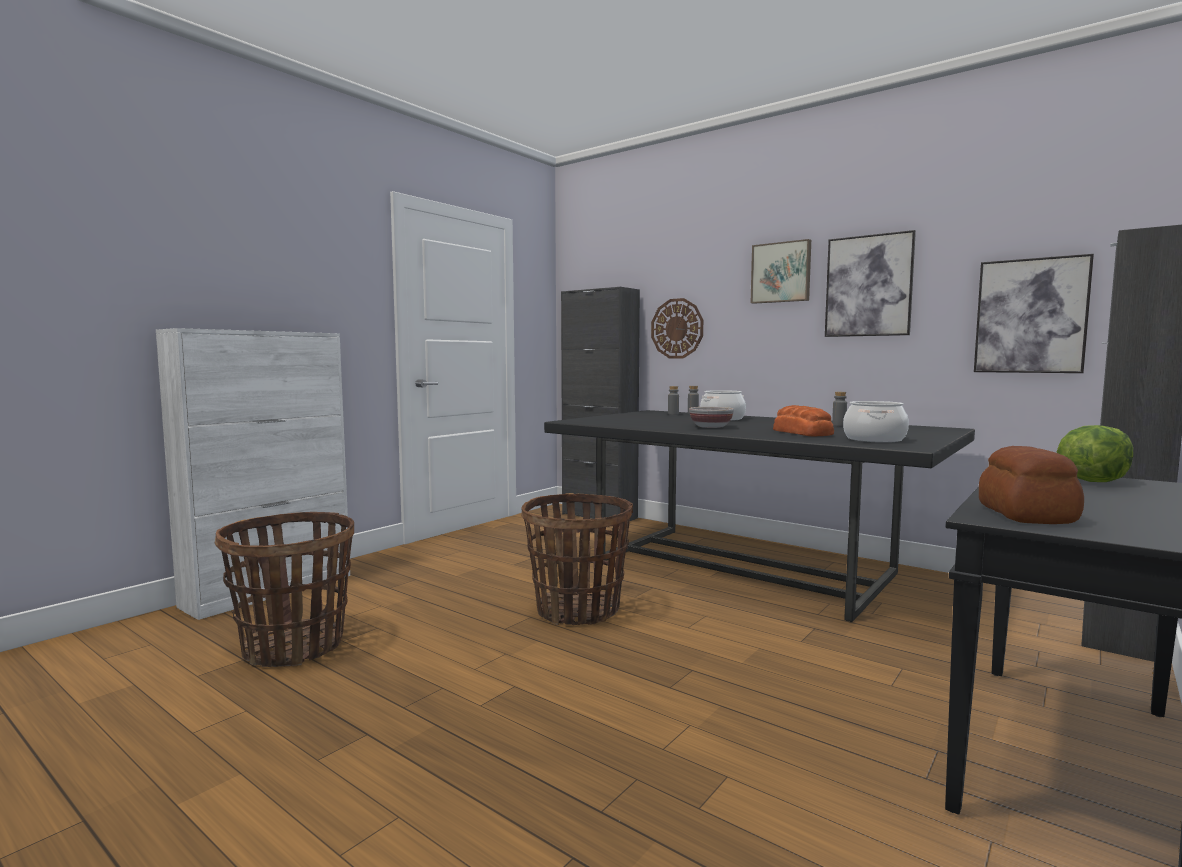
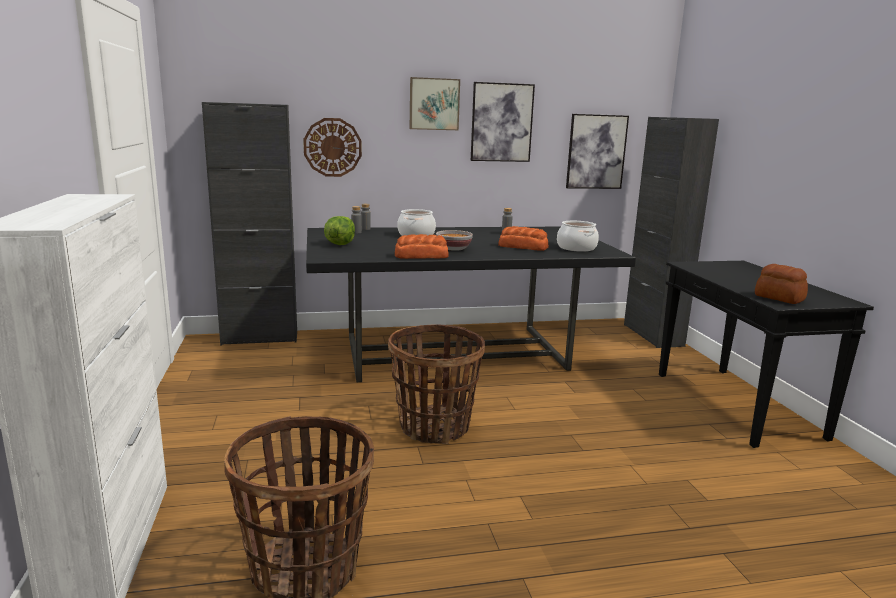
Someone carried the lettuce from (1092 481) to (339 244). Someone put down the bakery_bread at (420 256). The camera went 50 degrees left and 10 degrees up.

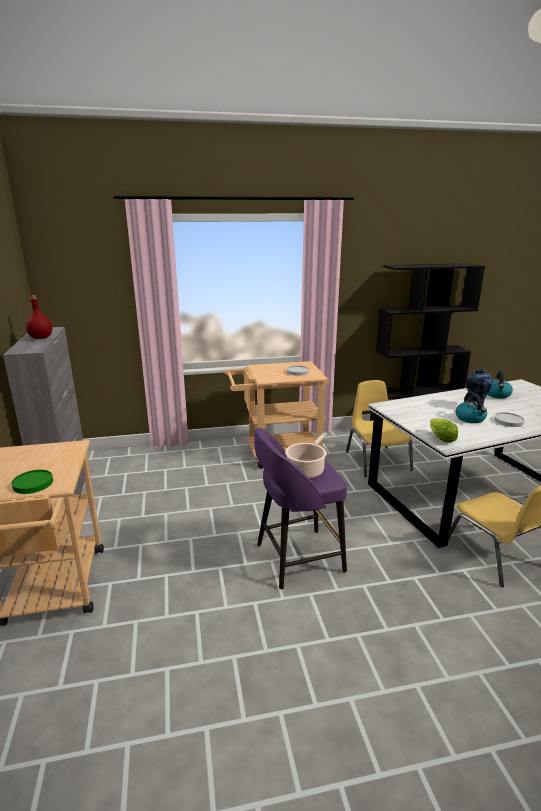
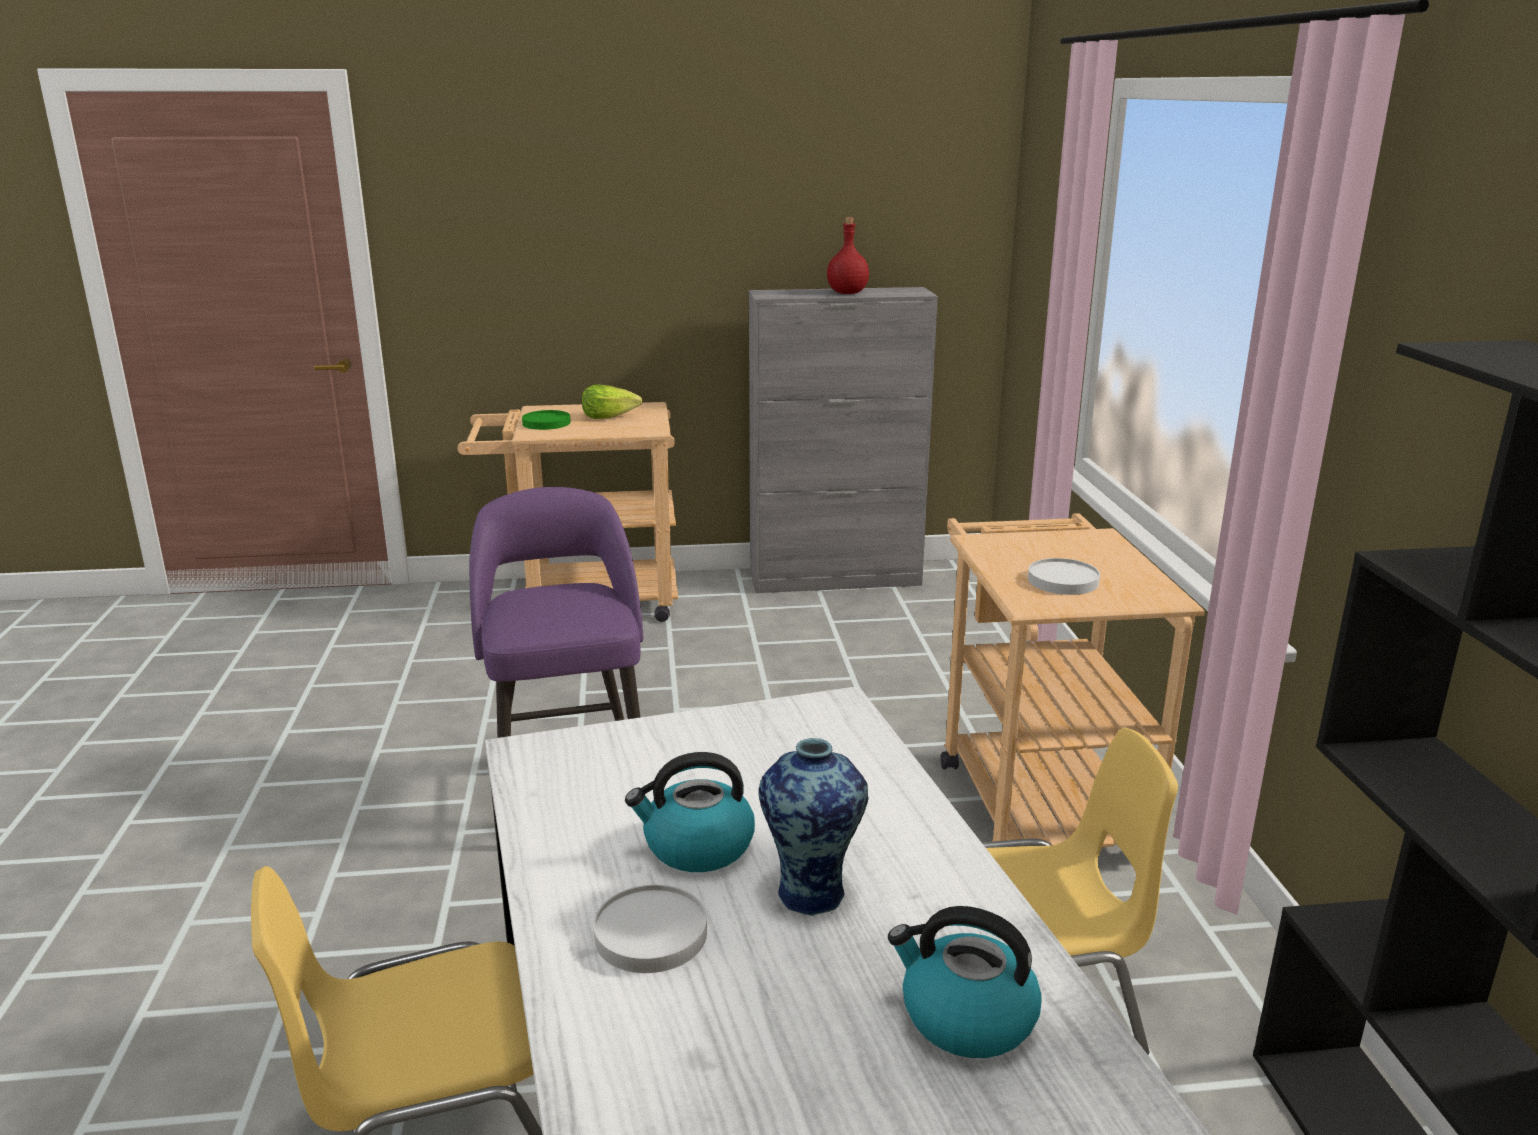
Someone carried the lettuce from (440 438) to (609 417). Someone took away the cooking_pot at (306 470). The camera went 95 degrees right and 0 degrees up.

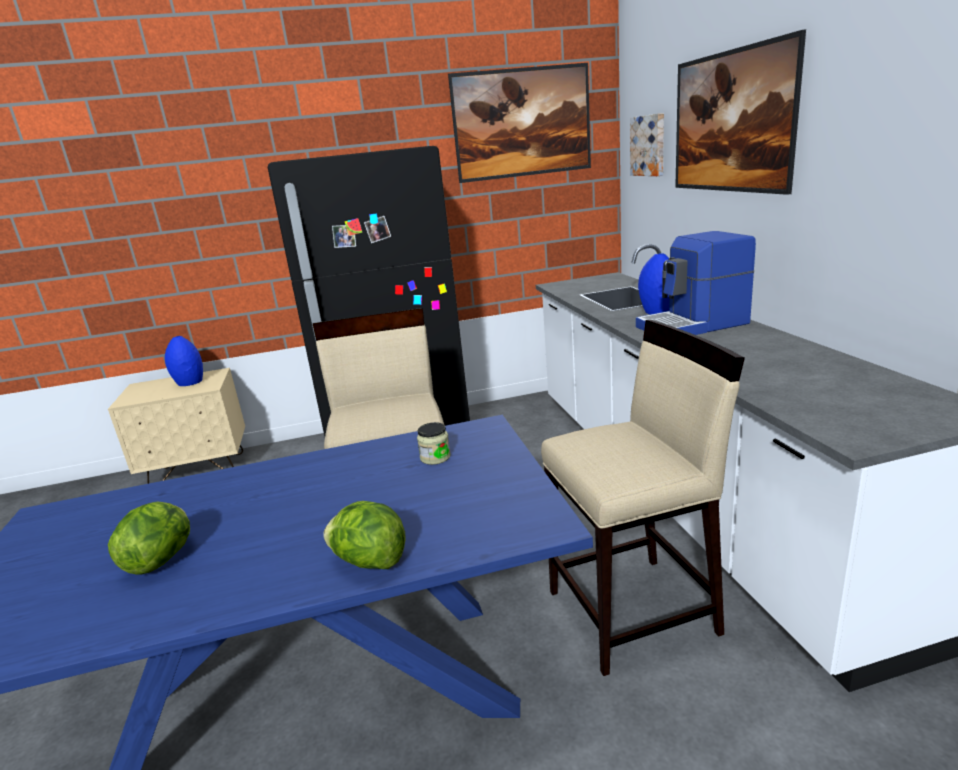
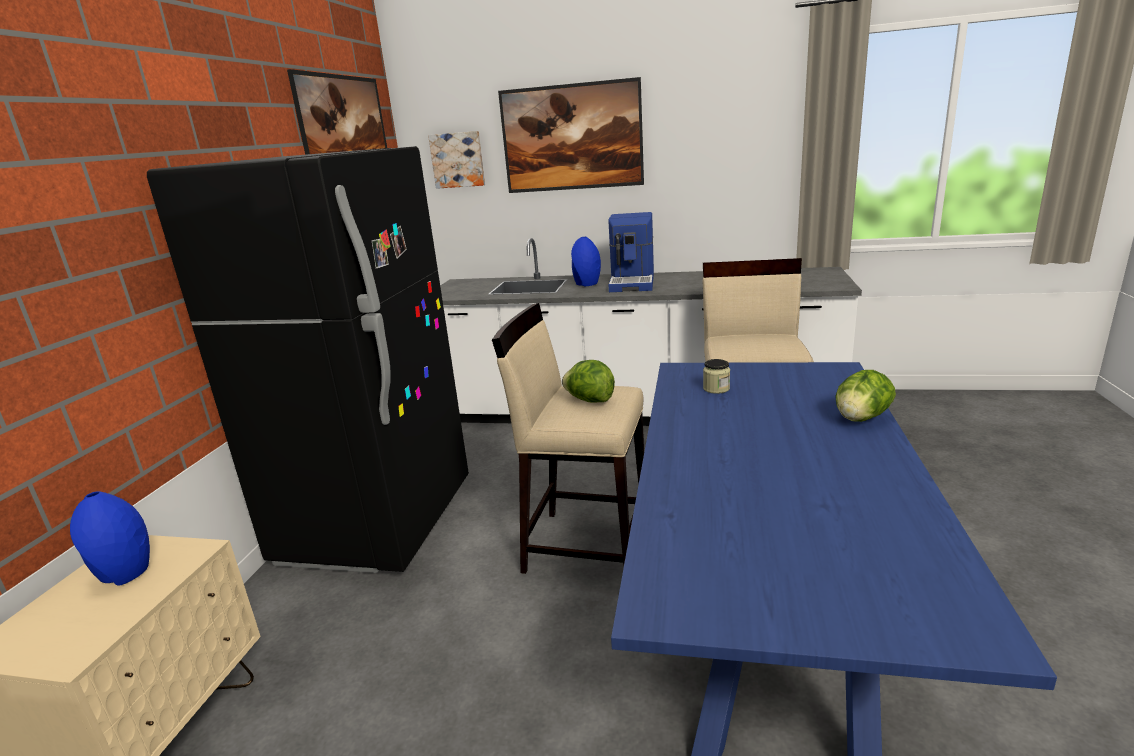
Someone carried the lettuce from (162 559) to (589 400). The camera went 65 degrees left and 0 degrees up.

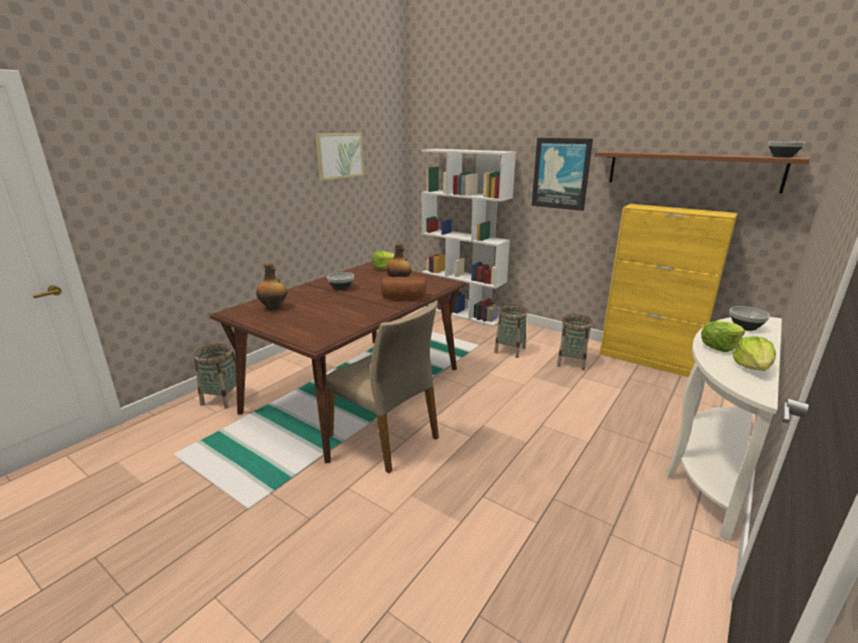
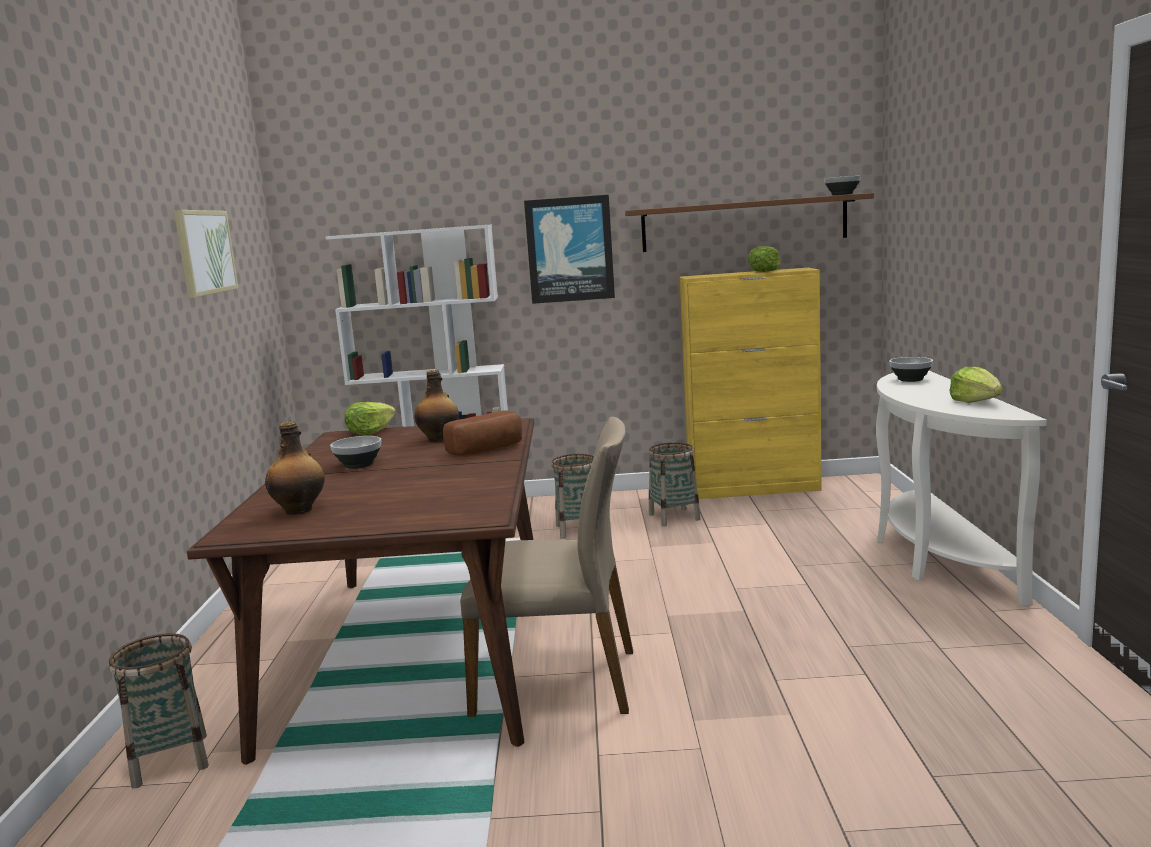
Someone carried the lettuce from (719 346) to (765 271). The camera went 35 degrees left and 10 degrees down.

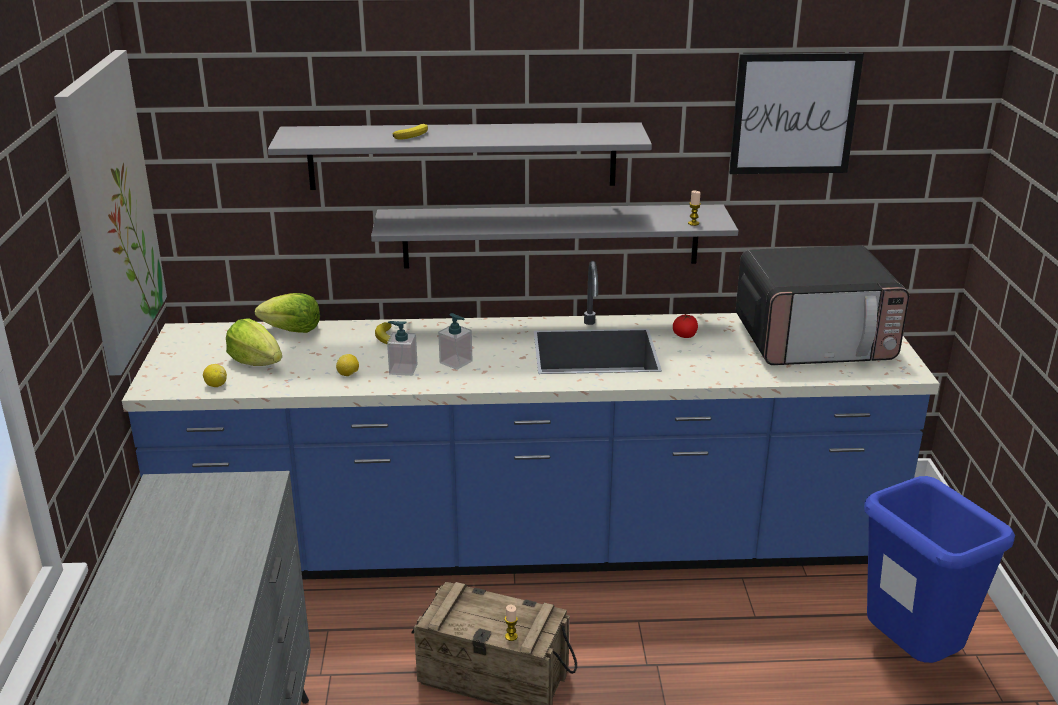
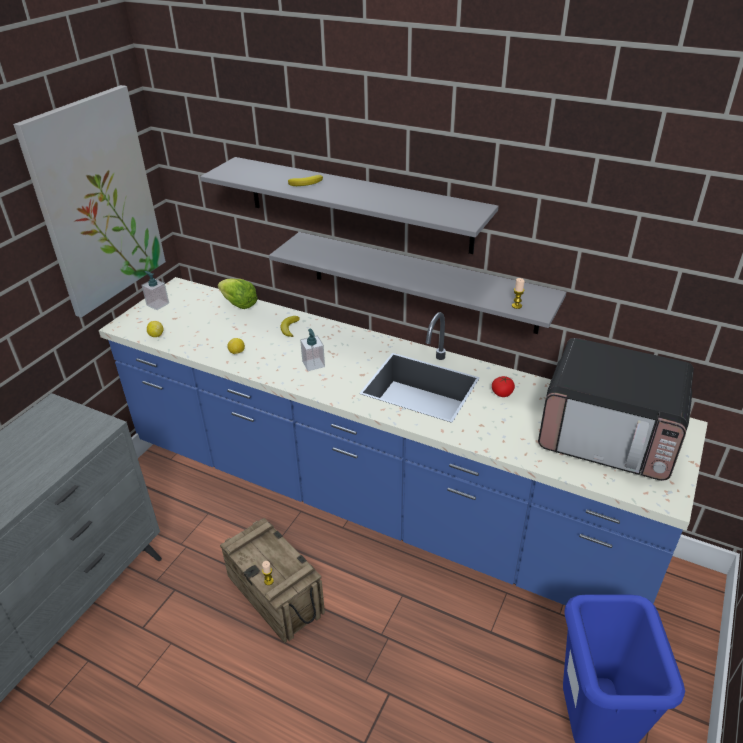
Someone took away the wall_art at (794 114). Someone took away the lettuce at (256 362). Someone carried the soap_bottle from (403 369) to (157 304). The camera went 30 degrees right and 10 degrees up.

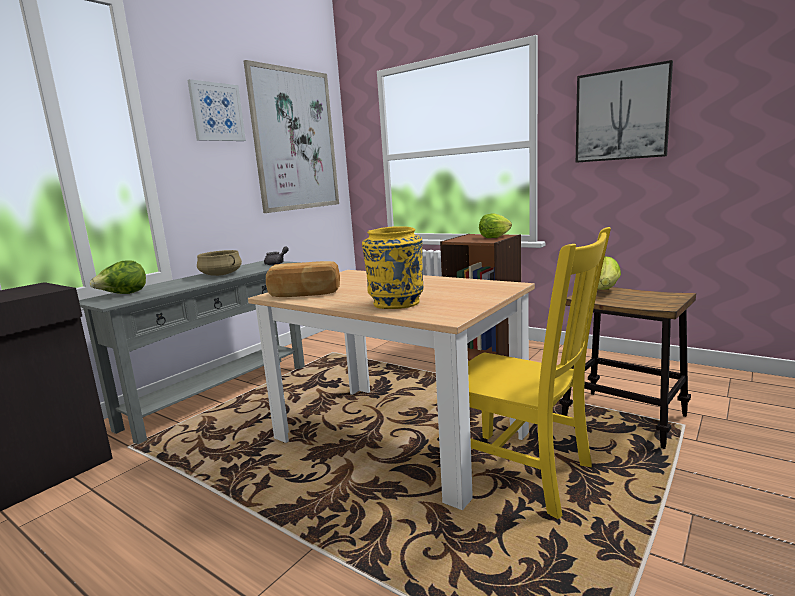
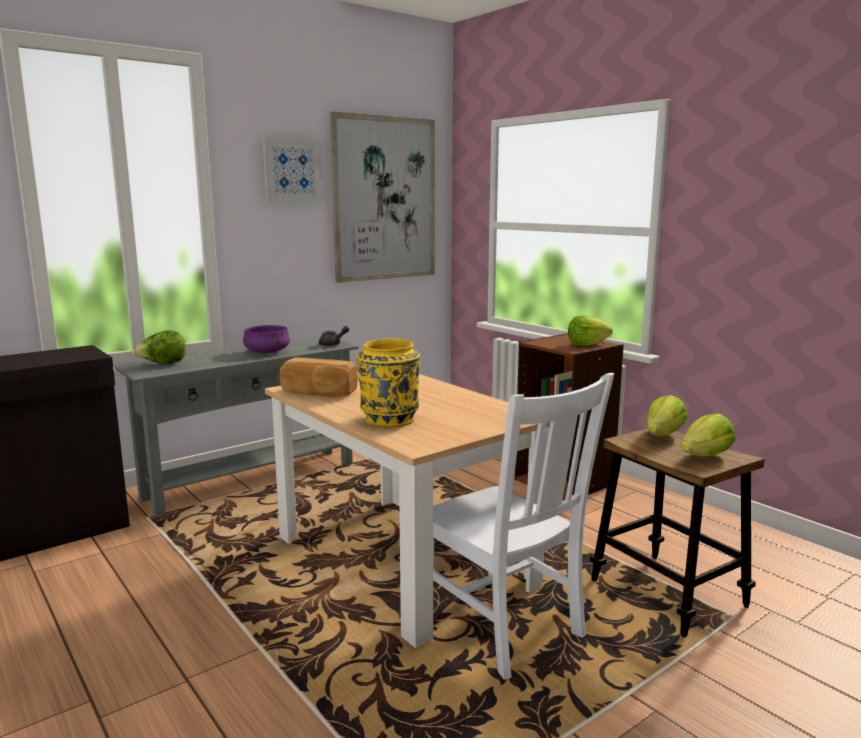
Someone took away the wall_art at (621 115). Someone repainted the yellow-coloured_plain_chair at (522 474), which became the white_plain_chair at (503 627). Someone repainted the sand-coloured_cooking_pot at (220 274), which became the purple-coloured_cooking_pot at (266 352). Someone put down the lettuce at (705 456). The camera went 15 degrees right and 0 degrees up.

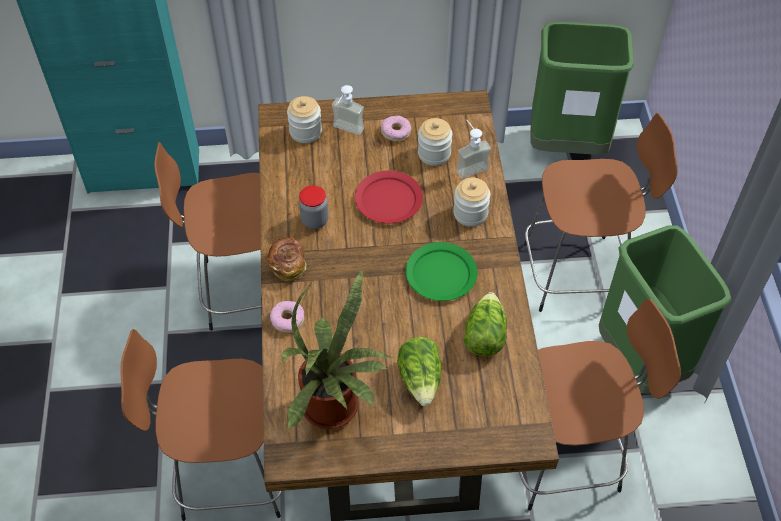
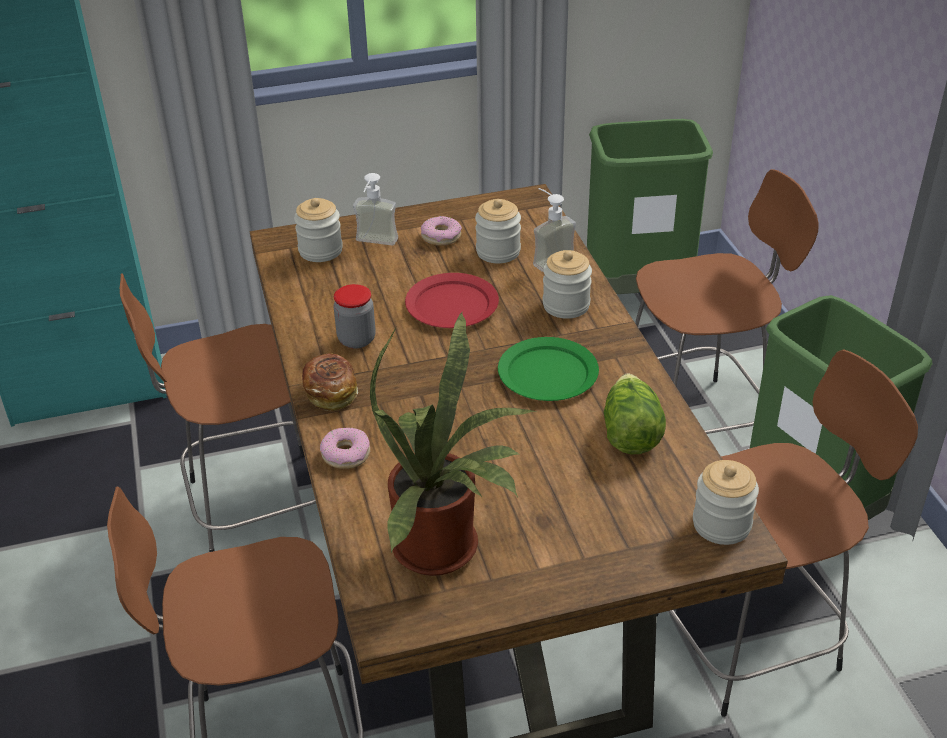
Someone took away the lettuce at (421 379). Someone put down the storage_jar at (721 524). The camera went 10 degrees left and 15 degrees down.

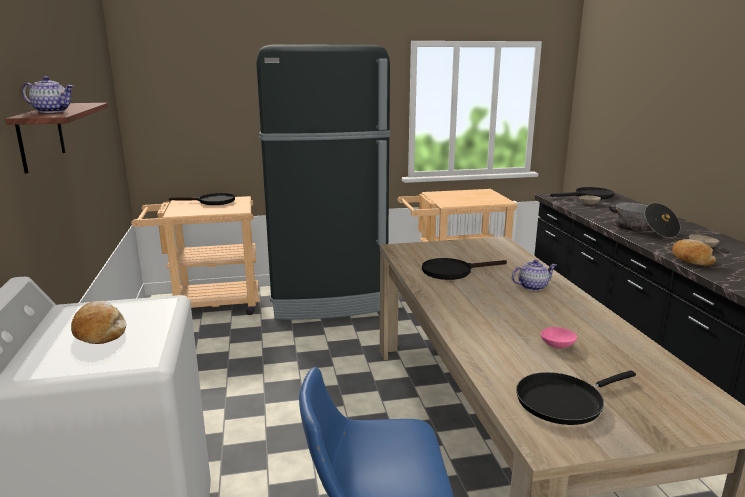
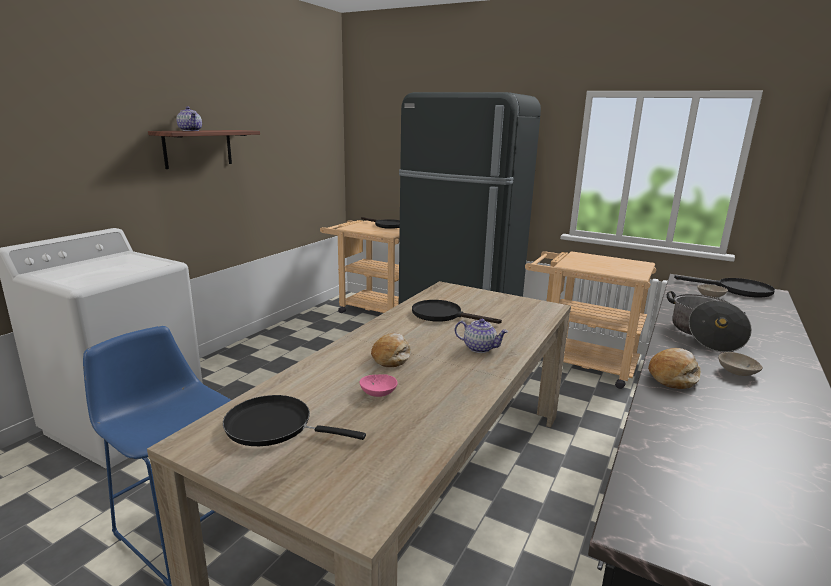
Someone carried the bakery_bread from (100 331) to (391 357). The camera went 40 degrees right and 0 degrees up.

